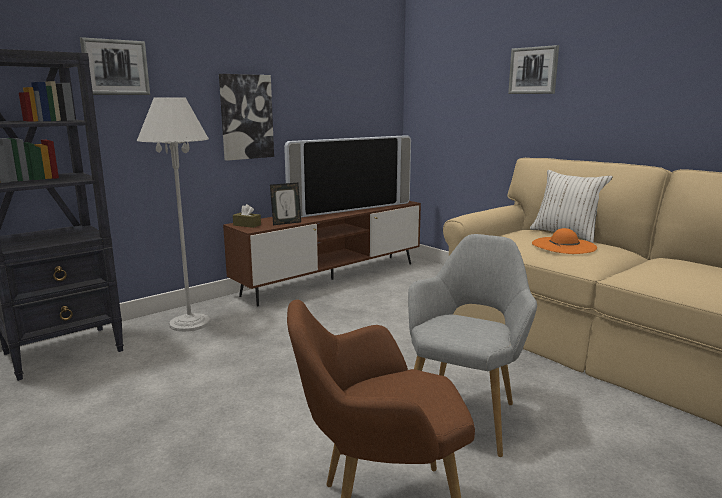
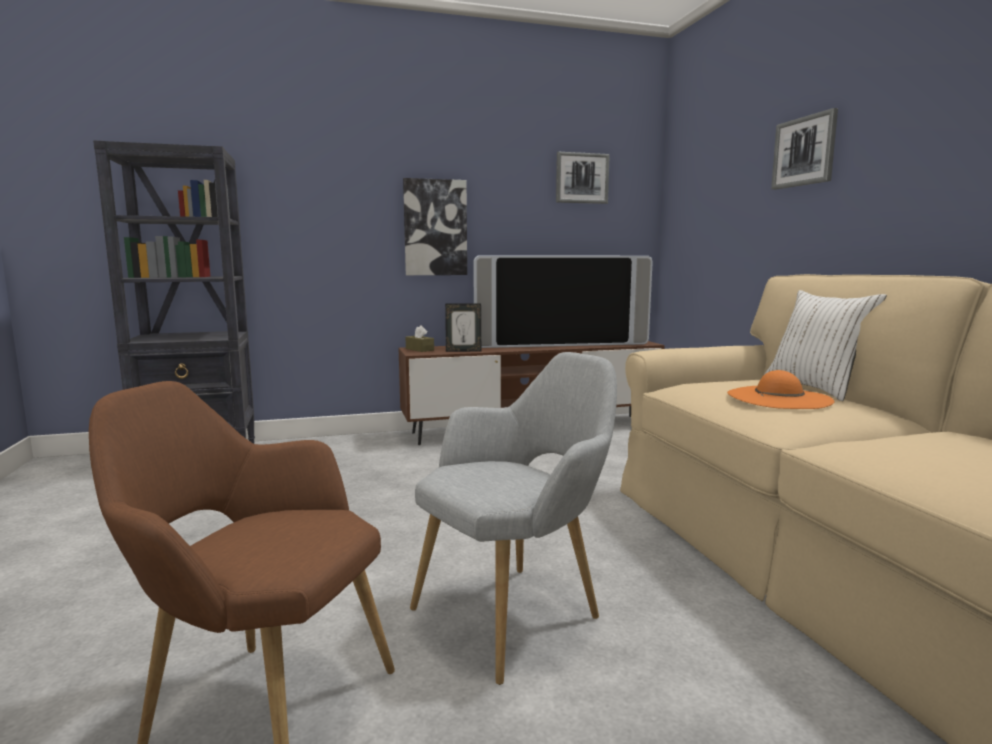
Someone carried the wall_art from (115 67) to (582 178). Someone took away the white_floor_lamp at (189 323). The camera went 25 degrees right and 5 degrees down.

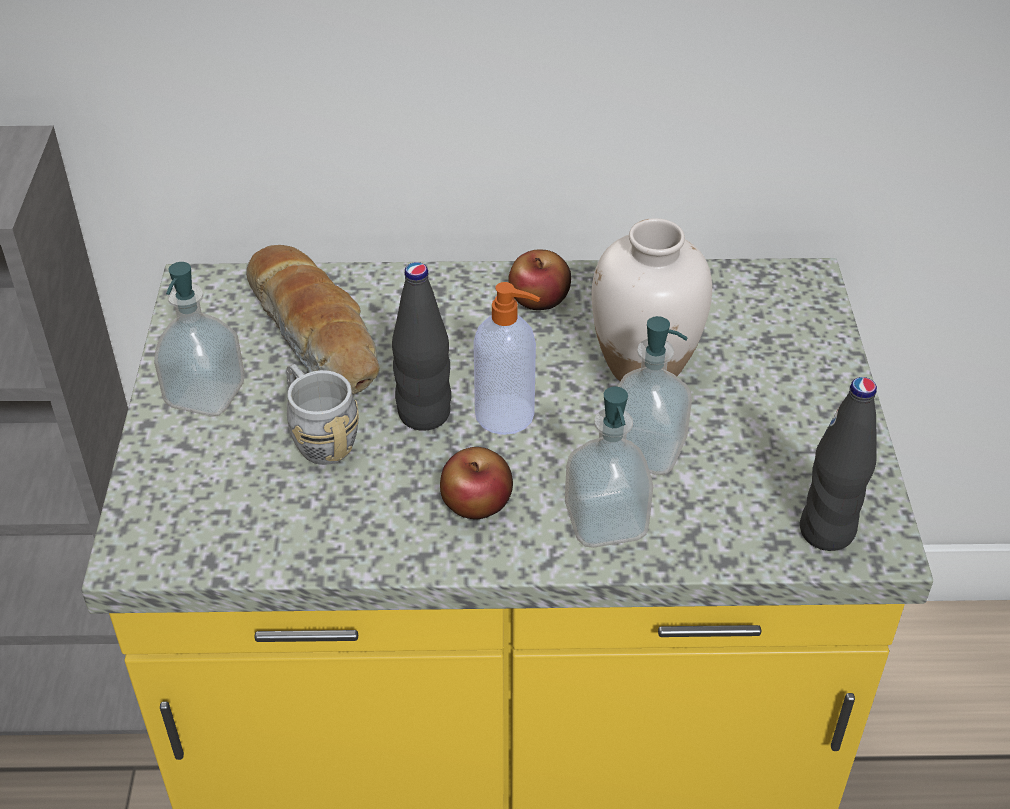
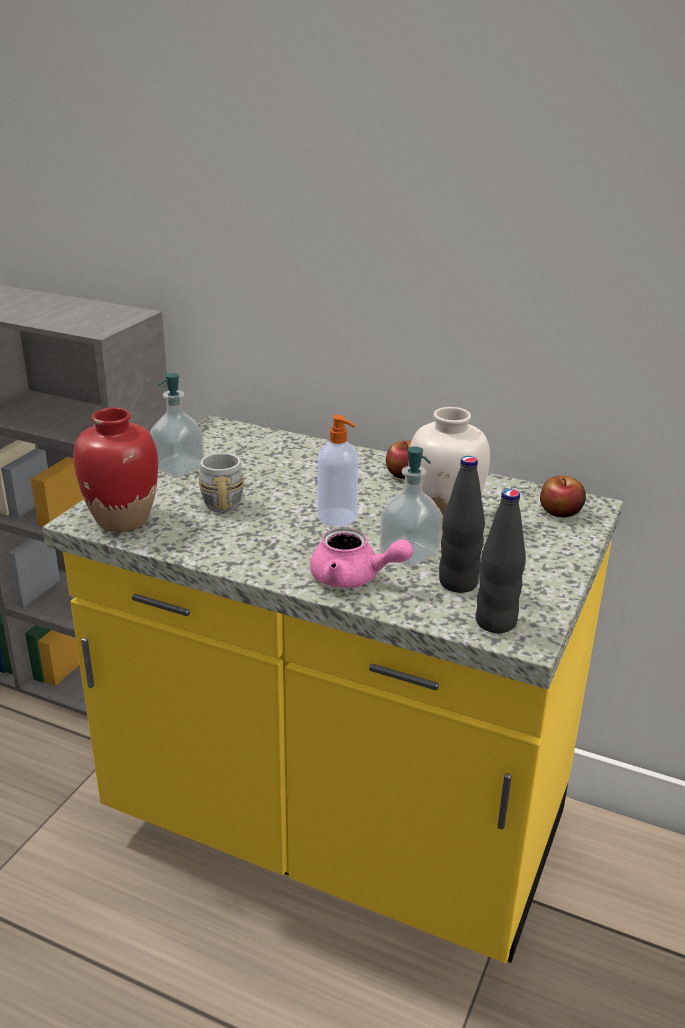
Someone took away the bakery_bread at (318 337). Someone carried the black-coloured_bottle from (424 414) to (458 583). Someone swapped the soap_bottle at (605 522) for the pink-coloured_tea_pot at (354 578). Someone carried the whole_apple from (477 502) to (560 512). Someone put down the red-coloured_flower_vase at (123 520). The camera went 25 degrees right and 15 degrees down.

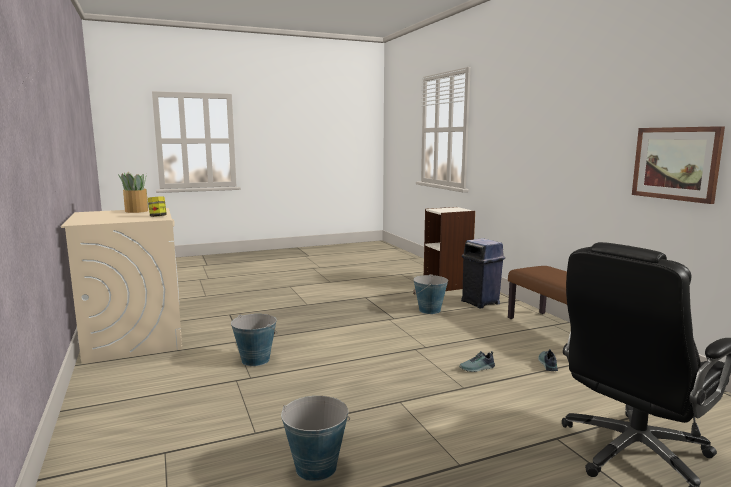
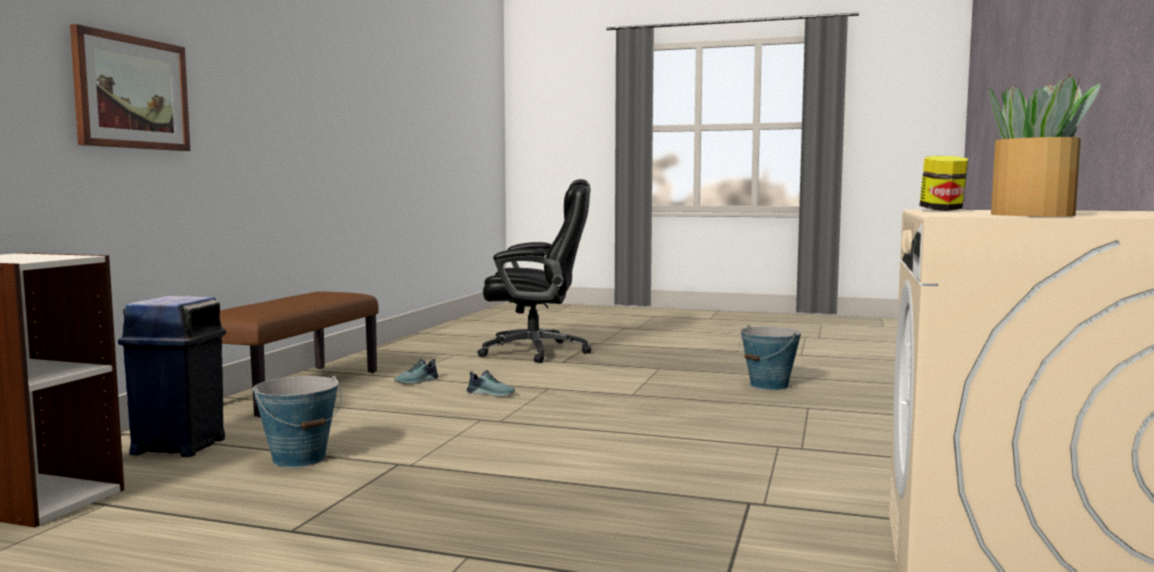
Someone carried the wall_art from (675 163) to (131 93). Someone took away the pail at (255 360). The camera went 140 degrees left and 5 degrees down.

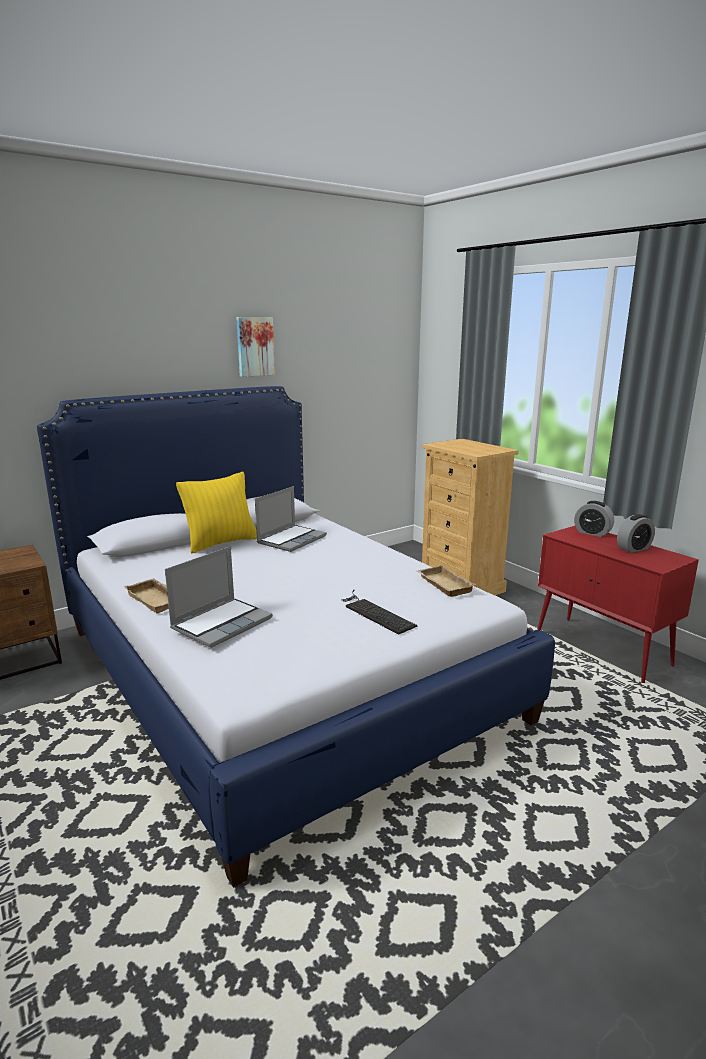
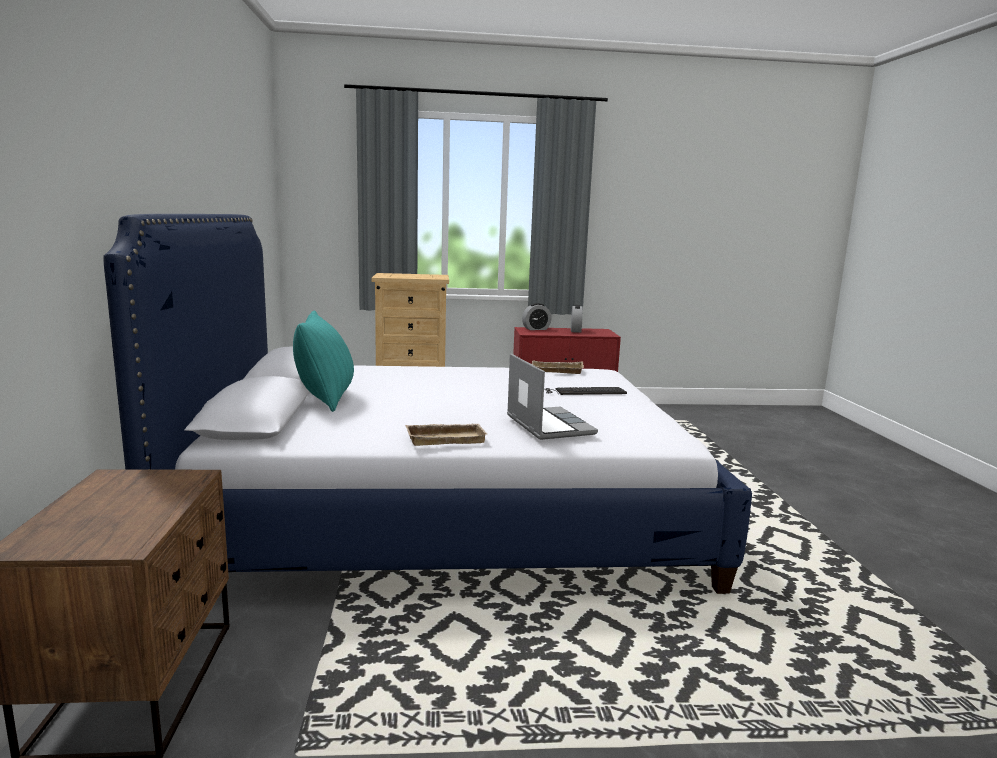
Someone took away the wall_art at (255 346). Someone repainted the yellow-coloured_throw_pillow at (221 543), which became the turquoise_throw_pillow at (326 399). Someone took away the portable_computer at (291 539). The camera went 60 degrees left and 5 degrees down.

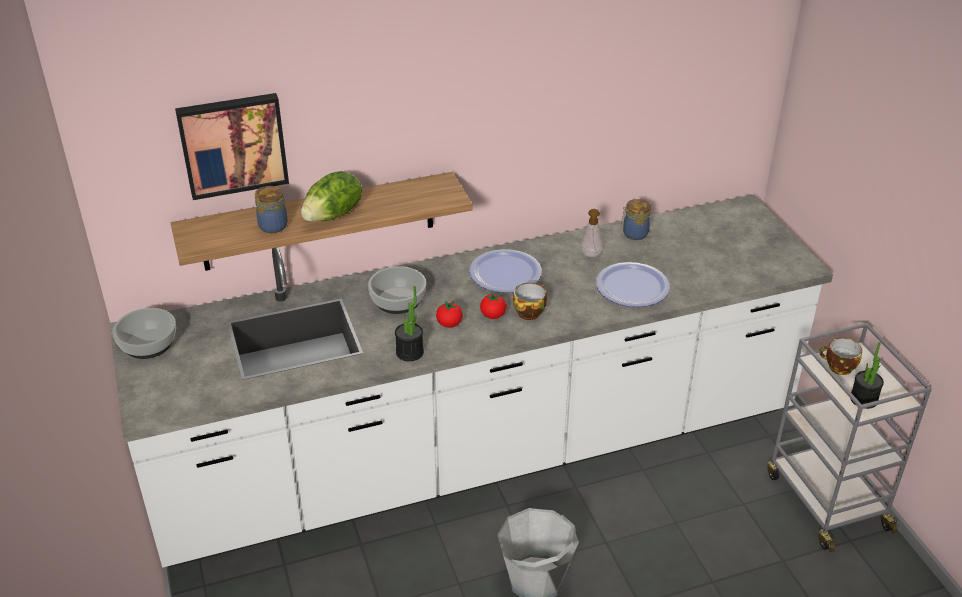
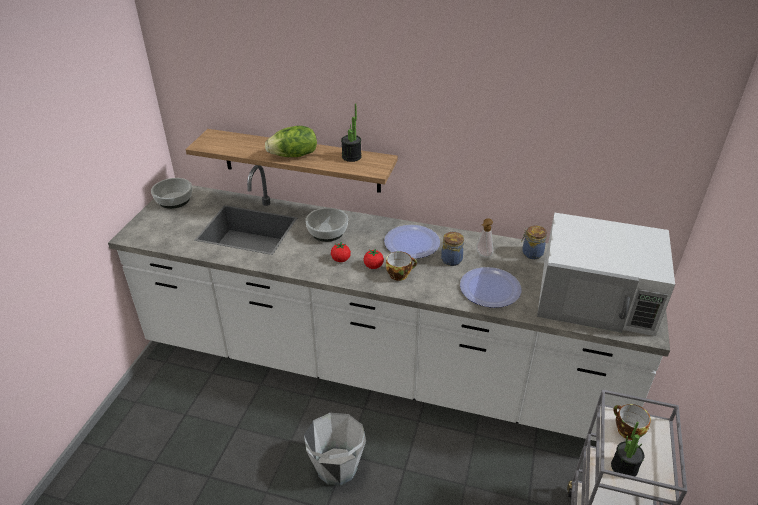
Someone took away the wall_art at (233 144). Someone carried the storage_jar from (272 225) to (451 259). Someone carried the potted_plant from (409 352) to (351 157). Someone put down the white_kitchen_microwave at (597 297). The camera went 35 degrees right and 0 degrees up.

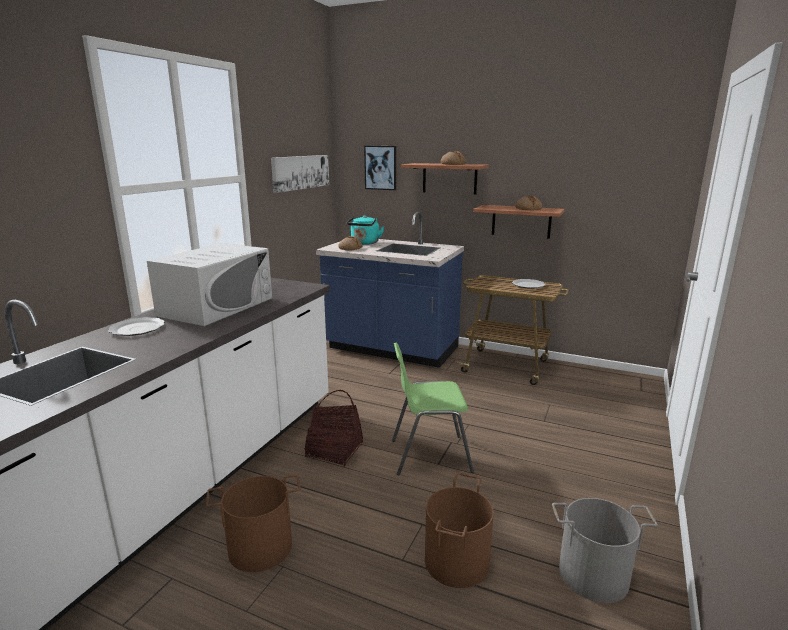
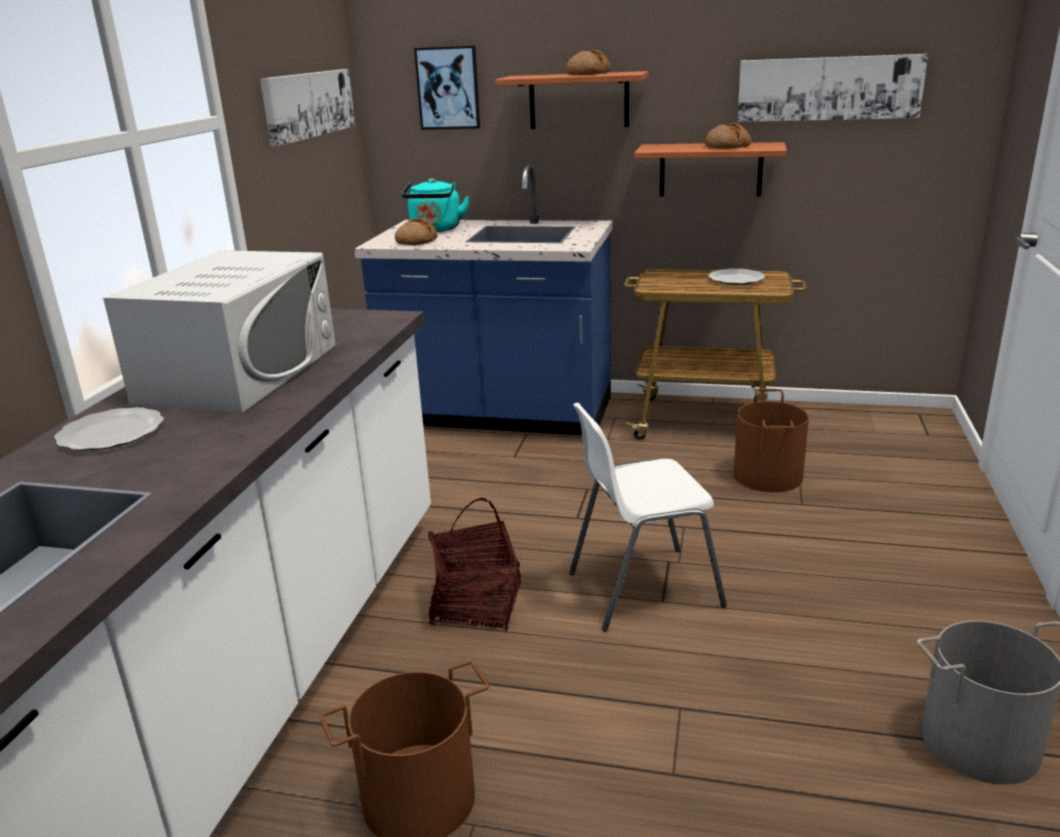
Someone repainted the green_plain_chair at (429 455), which became the white_plain_chair at (642 589). Someone carried the brownish_pail from (457 561) to (769 476). Someone put up the wall_art at (828 88). The camera went 10 degrees left and 5 degrees up.

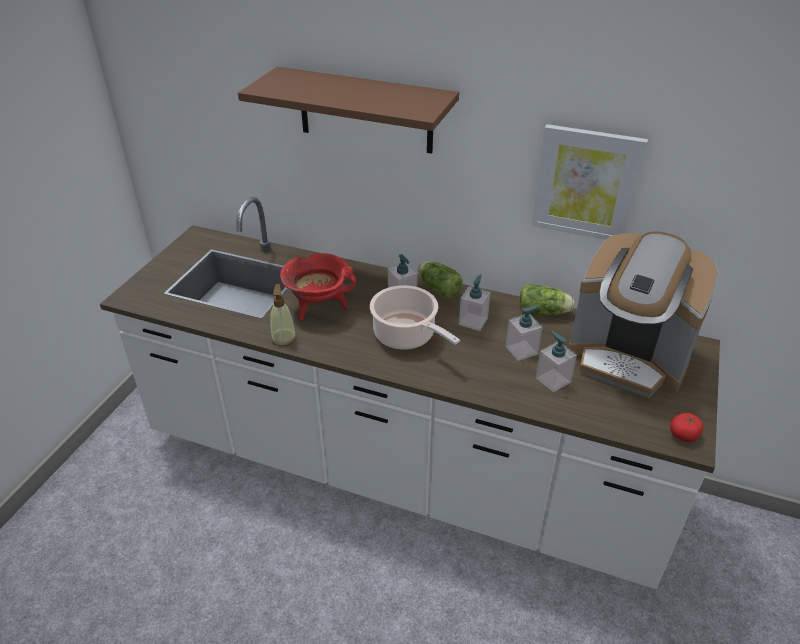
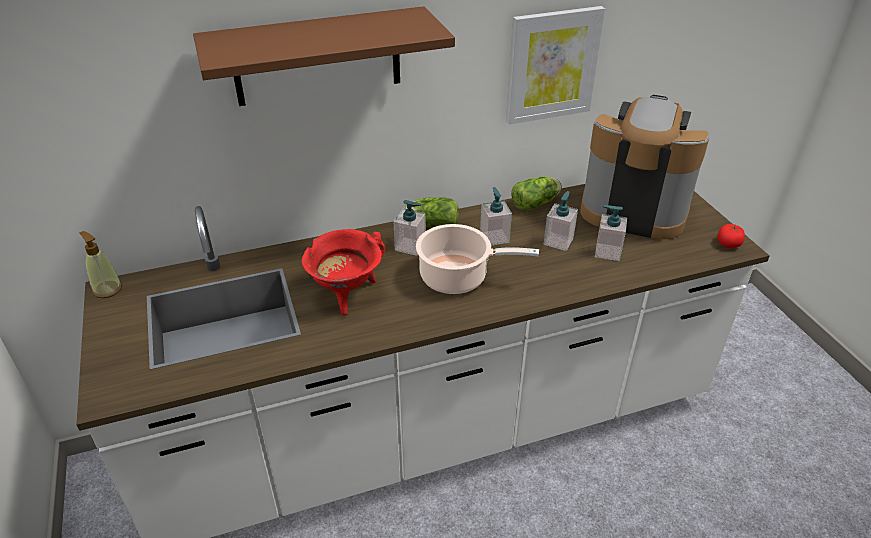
Someone rotated the coffee_brewer at (627 359) by 150 degrees counterclockwise. Someone carried the soap_bottle from (283 338) to (107 289). The camera went 40 degrees left and 0 degrees up.

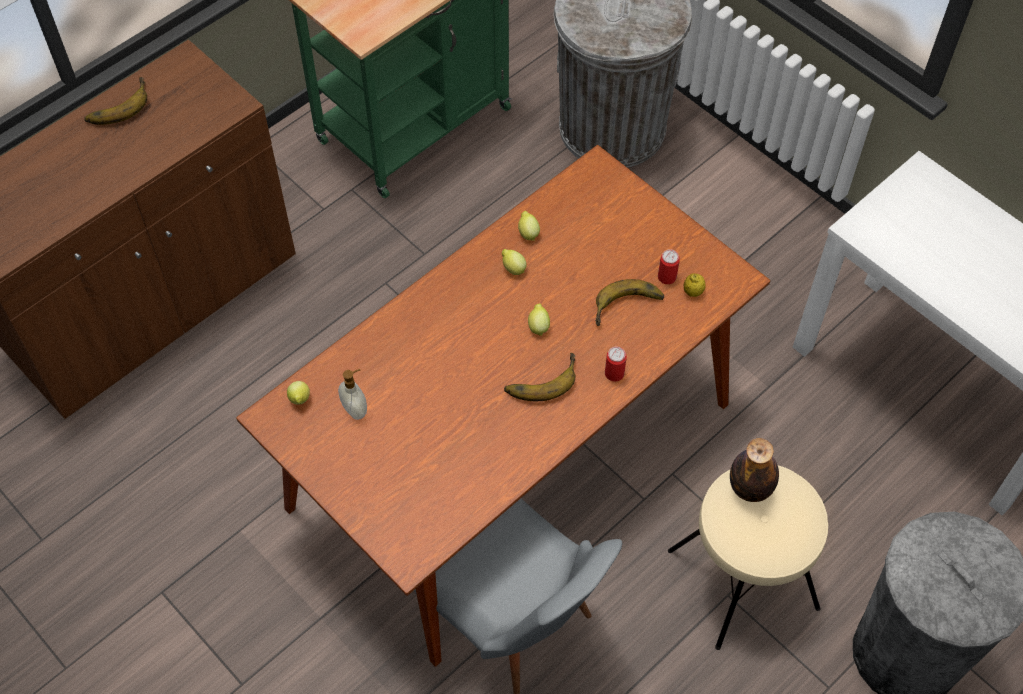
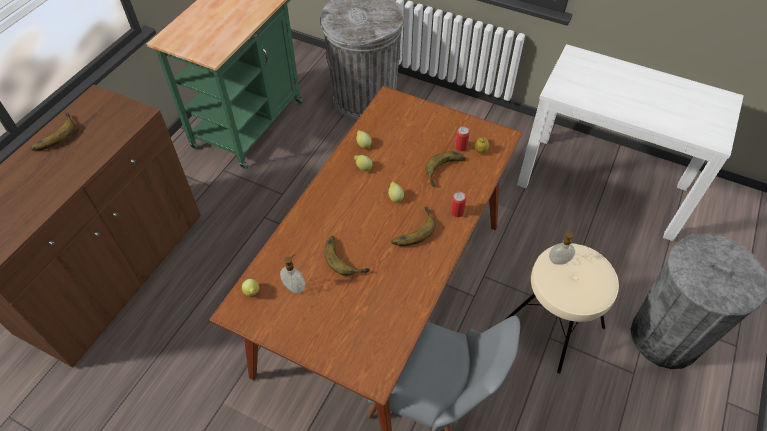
Someone swapped the bottle at (750 488) for the soap_bottle at (559 261). Someone put down the banana at (346 257). The camera went 20 degrees left and 5 degrees down.

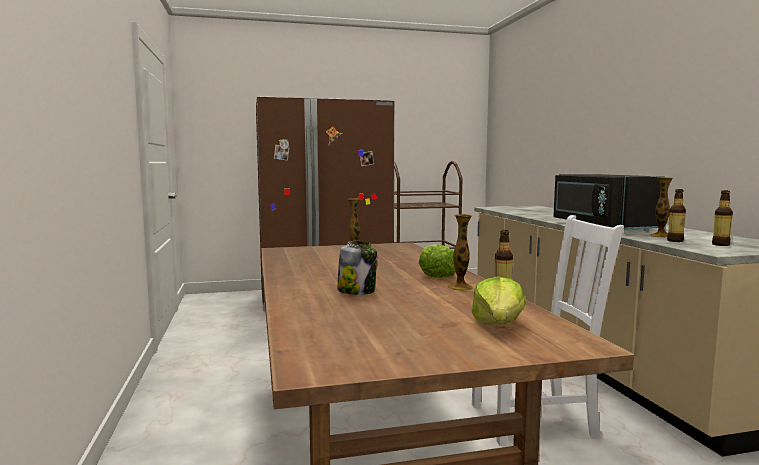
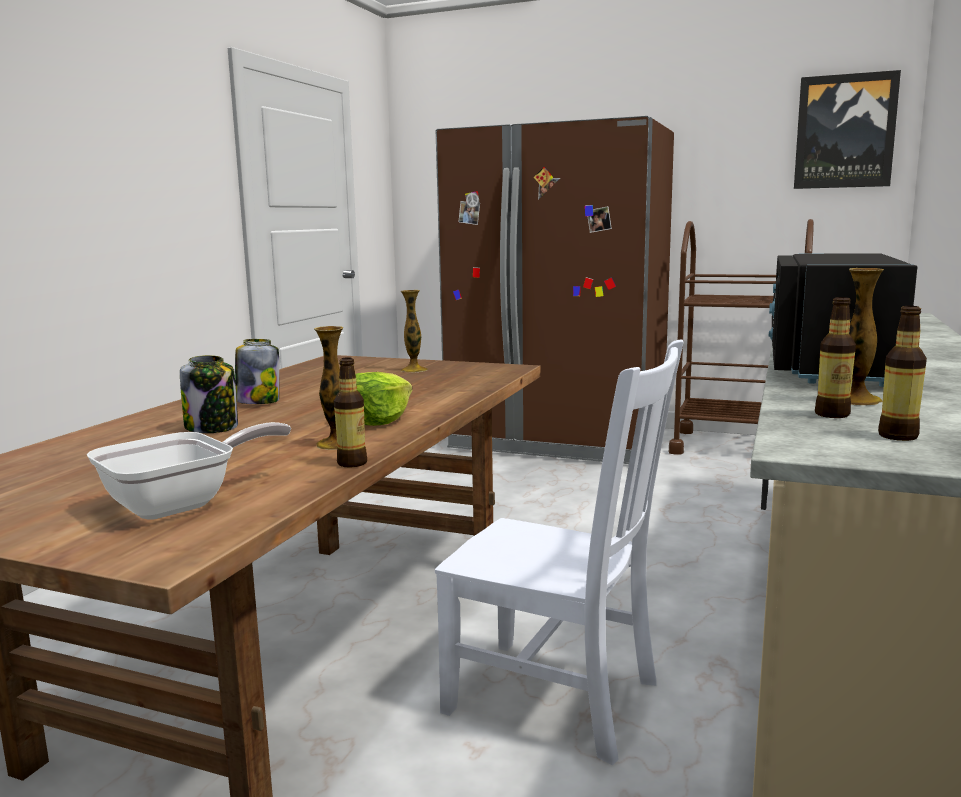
Someone swapped the lettuce at (498 324) for the pan at (182 503). Someone put up the wall_art at (845 131). Someone put down the storage_jar at (258 401). The camera went 35 degrees right and 5 degrees up.

